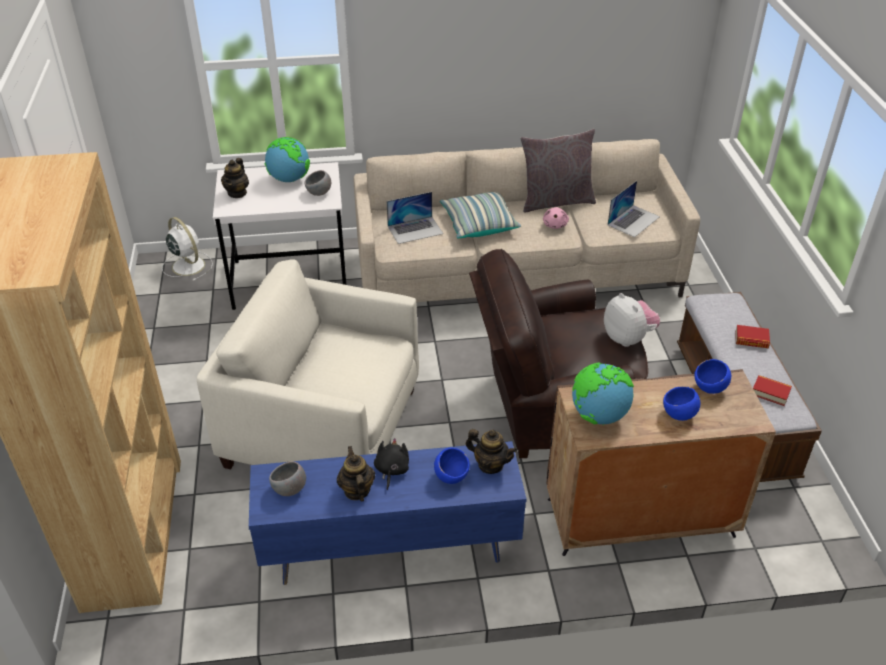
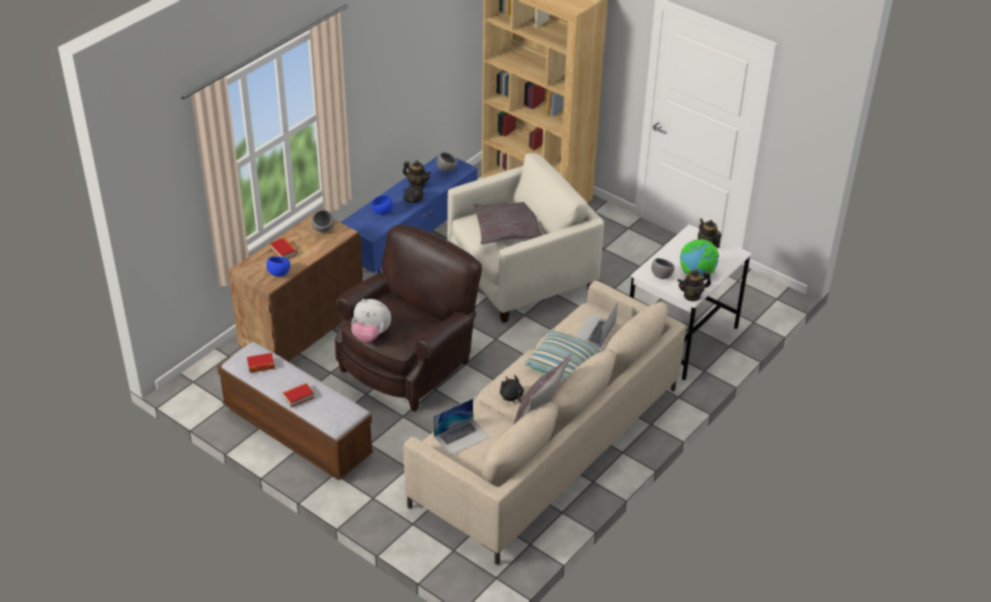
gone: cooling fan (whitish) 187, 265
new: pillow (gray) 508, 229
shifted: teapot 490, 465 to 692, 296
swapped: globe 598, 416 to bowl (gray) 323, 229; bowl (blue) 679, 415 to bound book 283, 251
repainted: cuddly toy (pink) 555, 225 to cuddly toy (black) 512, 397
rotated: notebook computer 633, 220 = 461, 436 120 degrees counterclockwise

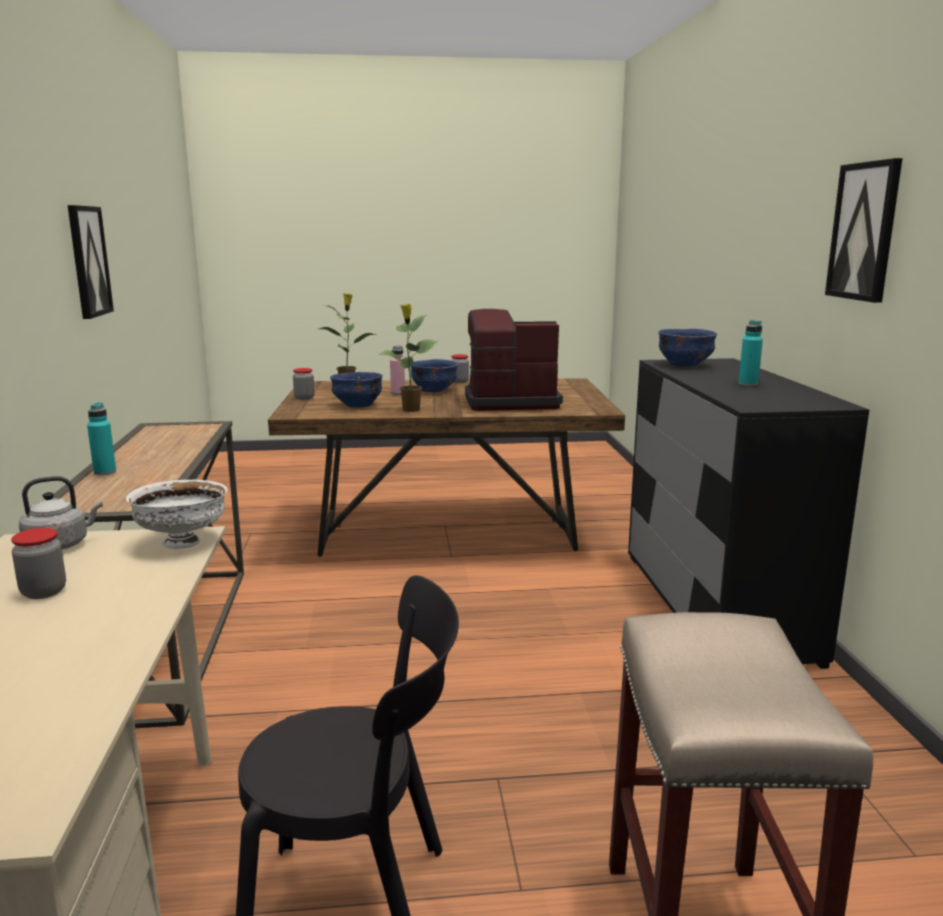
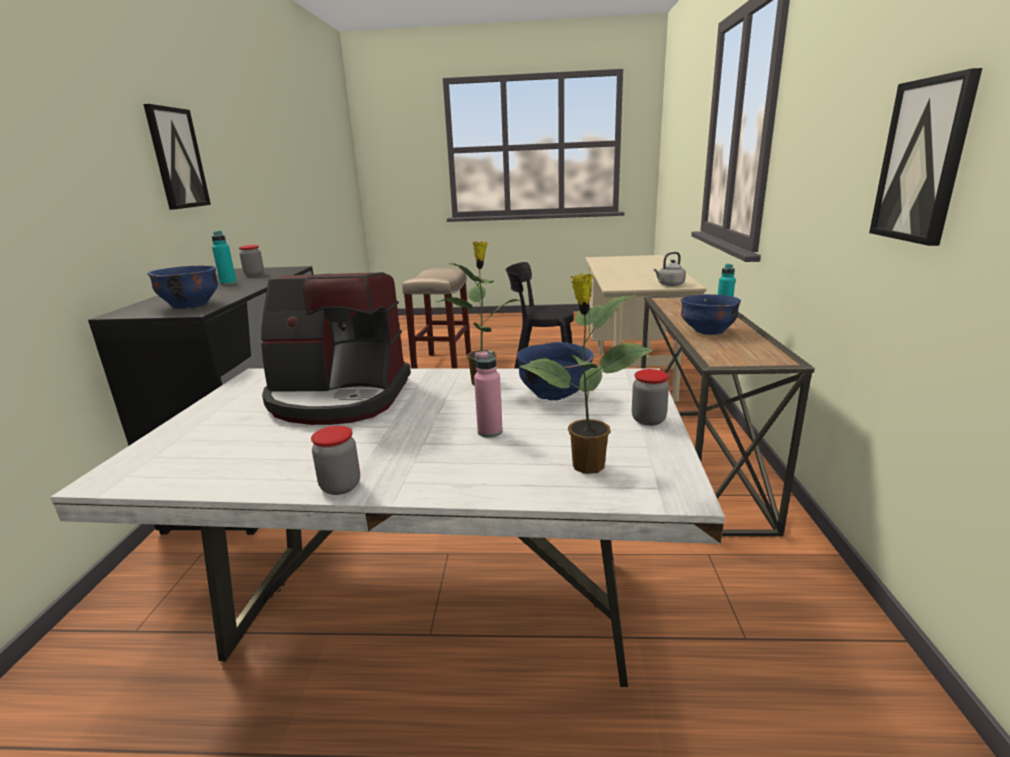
gone: bowl (whitish) 182, 542
shifted: storage jar 43, 592 to 254, 274; bowl (blue) 434, 390 to 707, 331
repainted: kitchen table (brown-coloured) 445, 534 to kitchen table (whitish) 437, 607

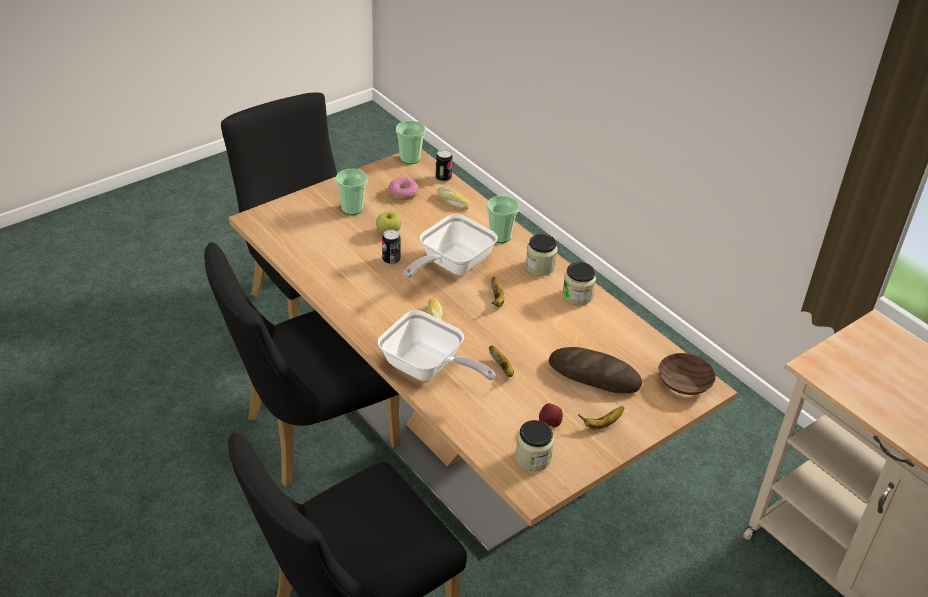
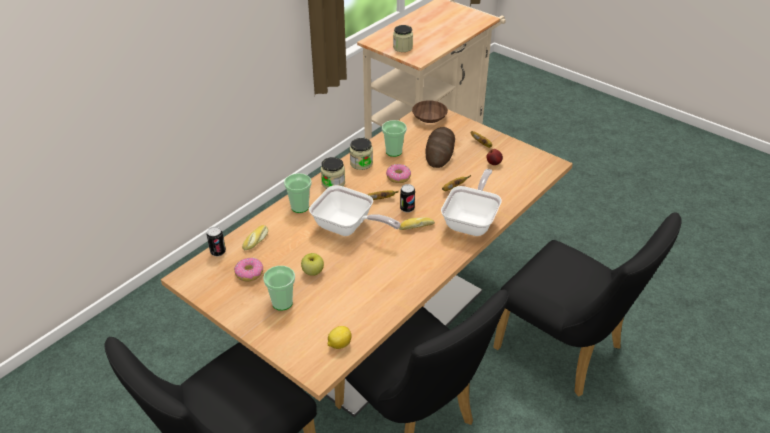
new: citrus fruit 339, 344; ring doughnut 398, 177
shifted: metal can 391, 260 to 407, 208; drinking cup 410, 158 to 394, 152; storage jar 533, 458 to 402, 47

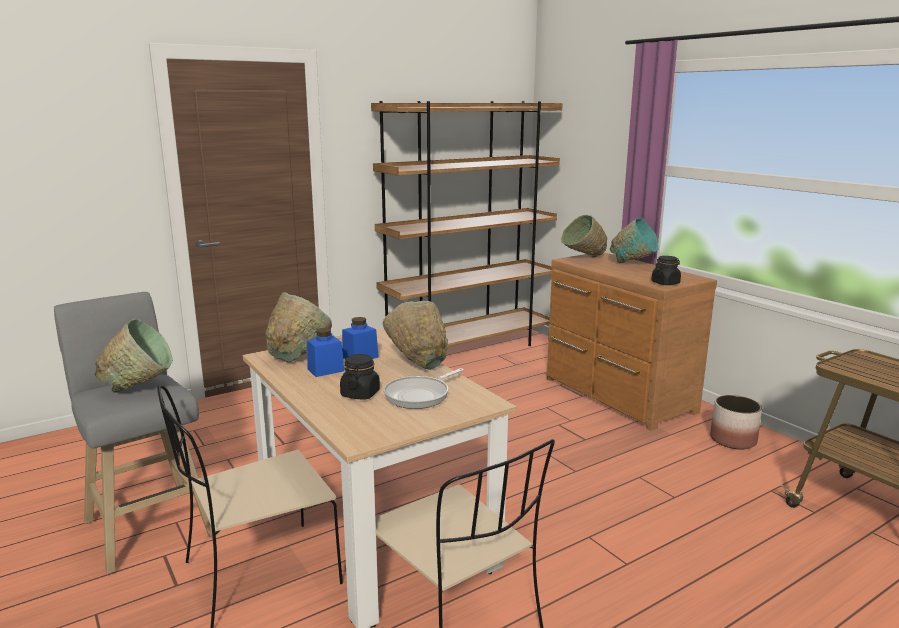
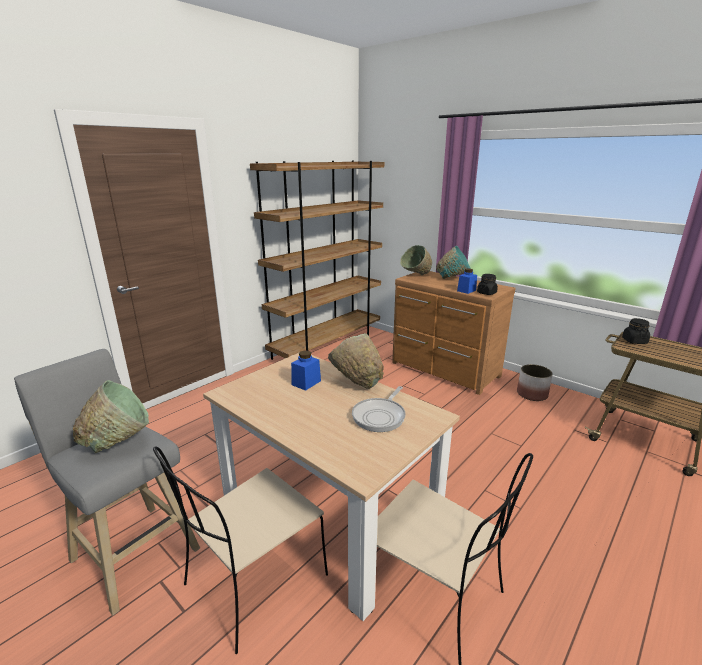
gone: bowl (green) 298, 356
shifted: storage jar (blue) 325, 370 to 466, 290; storage jar (black) 360, 394 to 634, 341

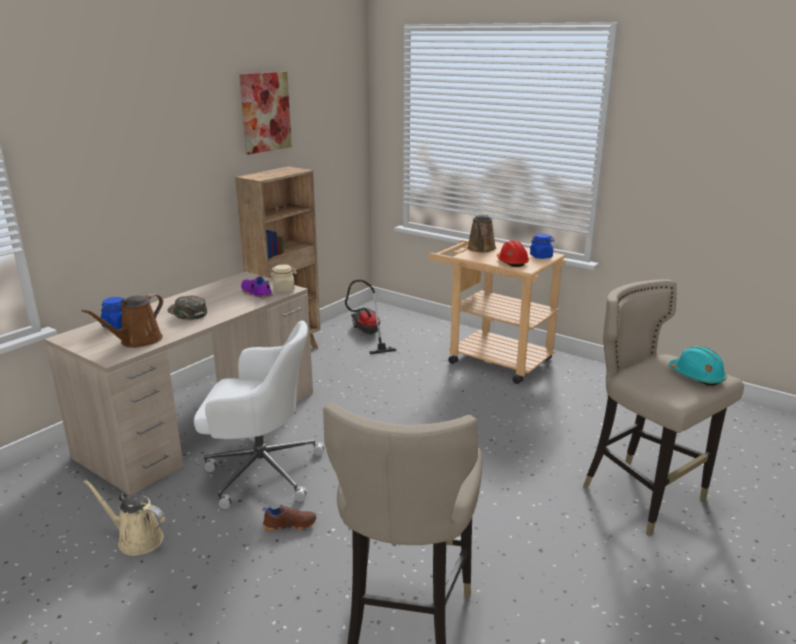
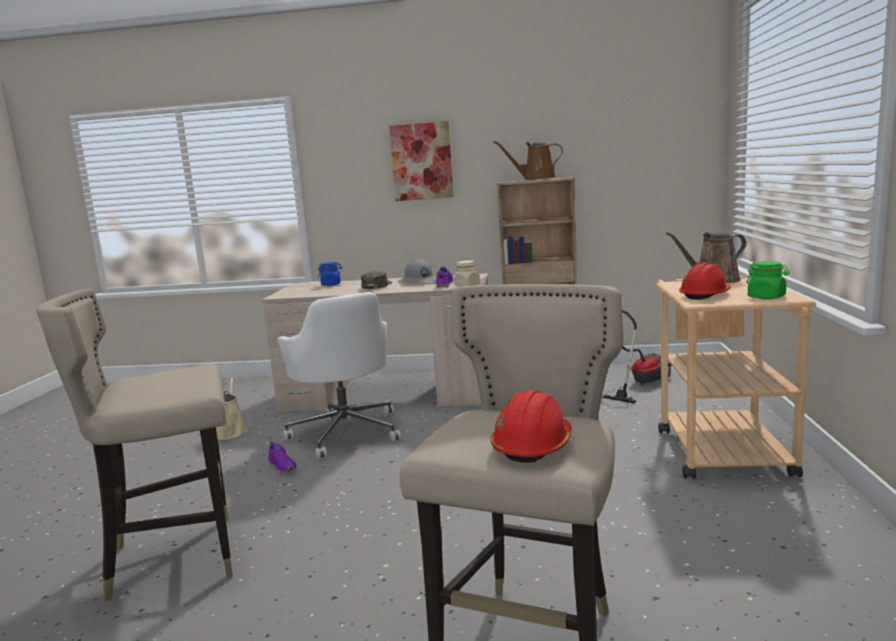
new: safety helmet (gray) 418, 281
shifted: sprinkling can (brown-coloured) 138, 341 to 536, 179; wall picture 265, 112 to 422, 161
repainted: item of footwear (brown-coloured) 290, 524 to item of footwear (purplish) 283, 467; storage jar (blue) 541, 256 to storage jar (green) 766, 297; safety helmet (turquoise-coloured) 696, 376 to safety helmet (red-coloured) 533, 446

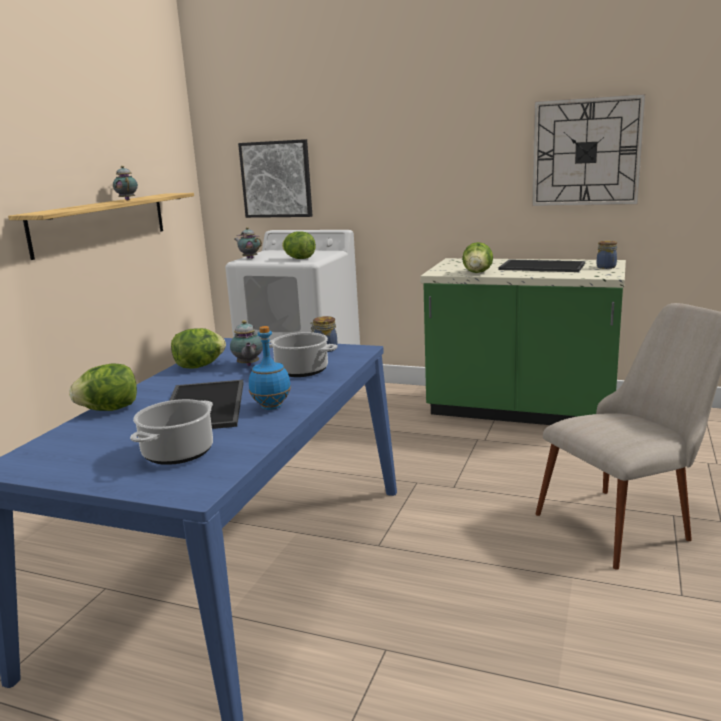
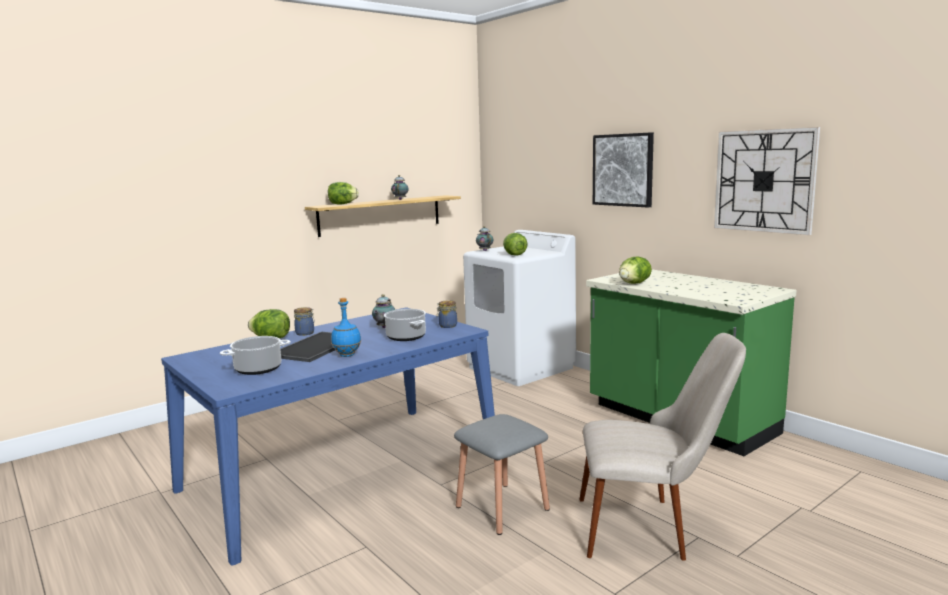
gone: serving tray 543, 266
new: stool seat (gray) 502, 508
shifted: lettuce head 199, 366 to 342, 204; wall picture 276, 179 to 623, 170; storage jar 606, 267 to 305, 333

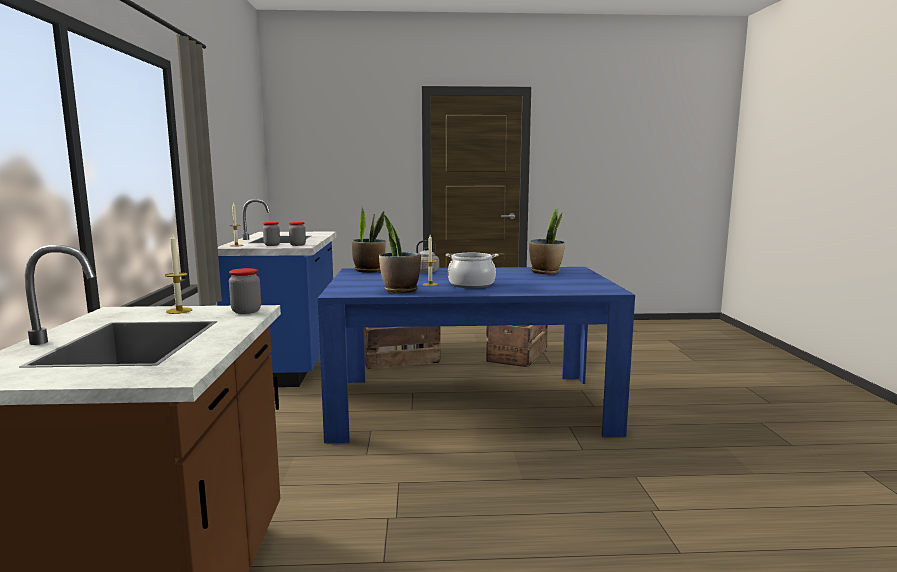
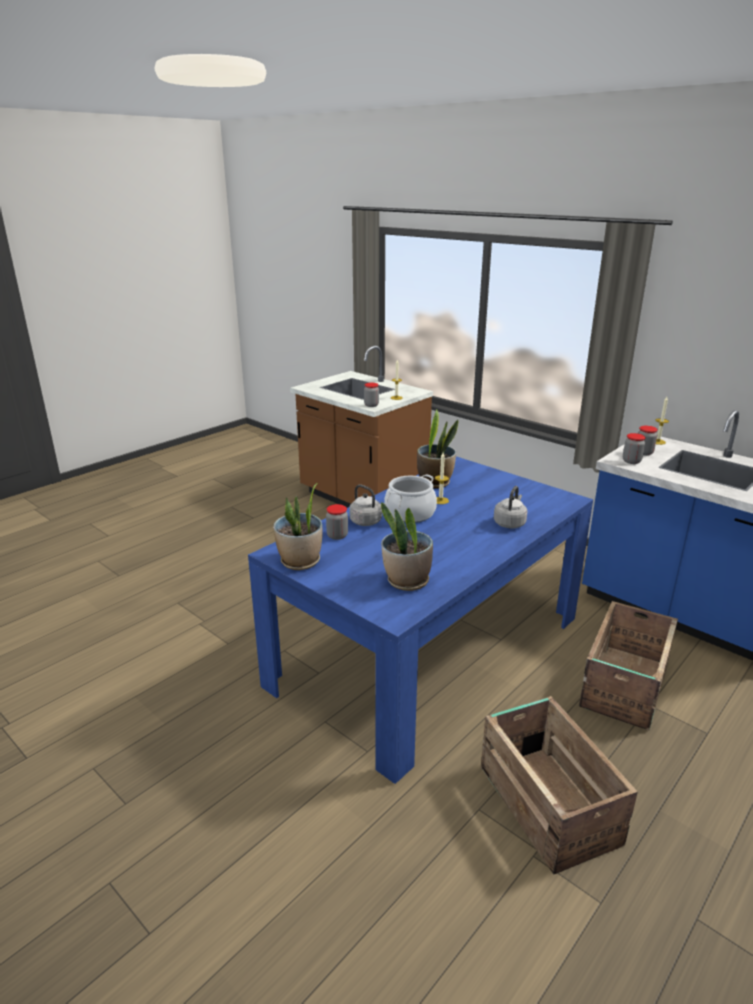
new: storage jar 337, 536; kettle (gray) 367, 522
shifted: plant in a pot 369, 270 to 300, 562

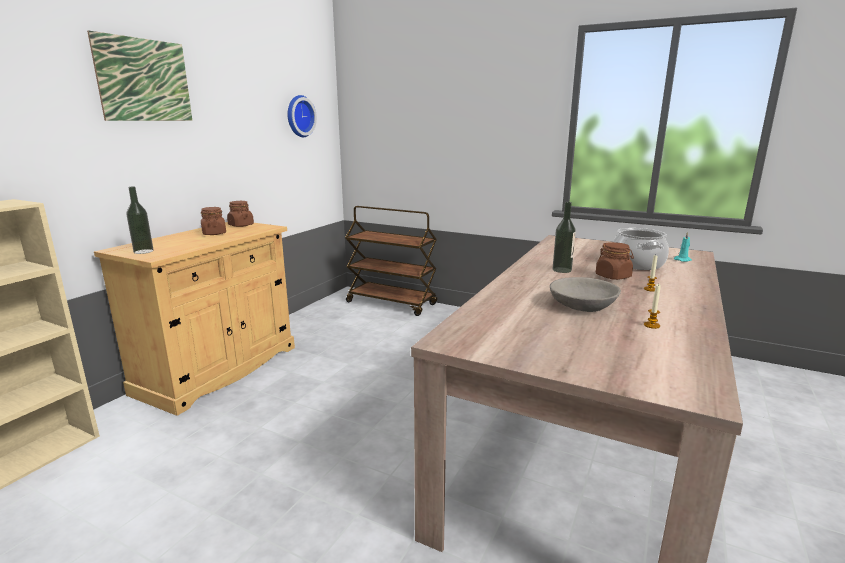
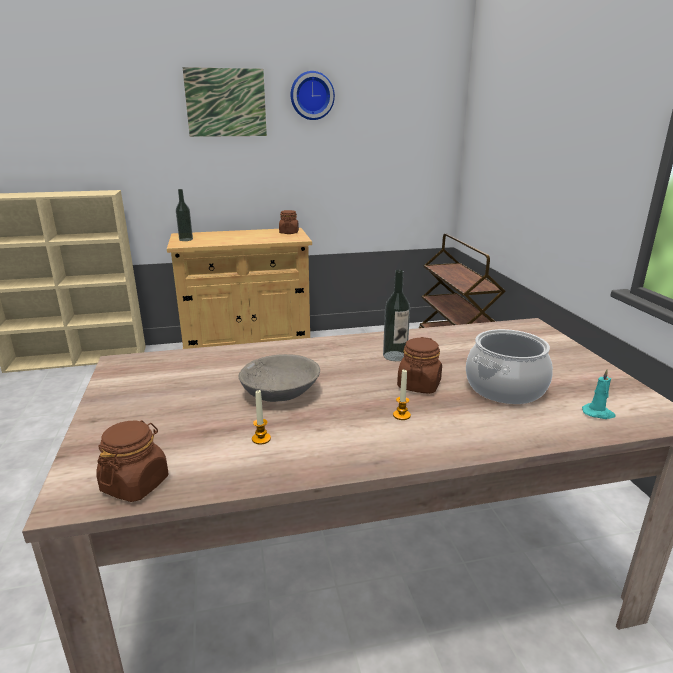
shifted: storage jar (brown-coloured) 214, 233 to 135, 484; wall clock 299, 116 to 312, 96

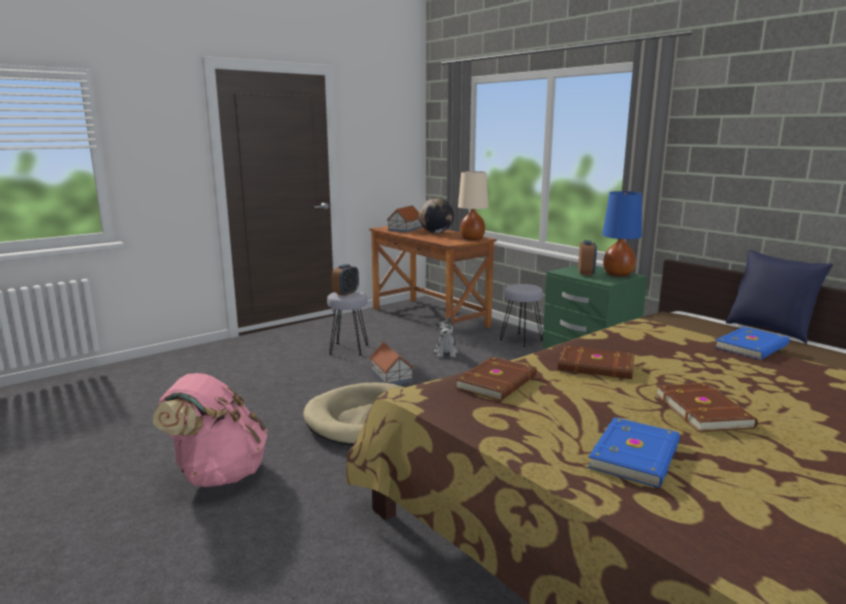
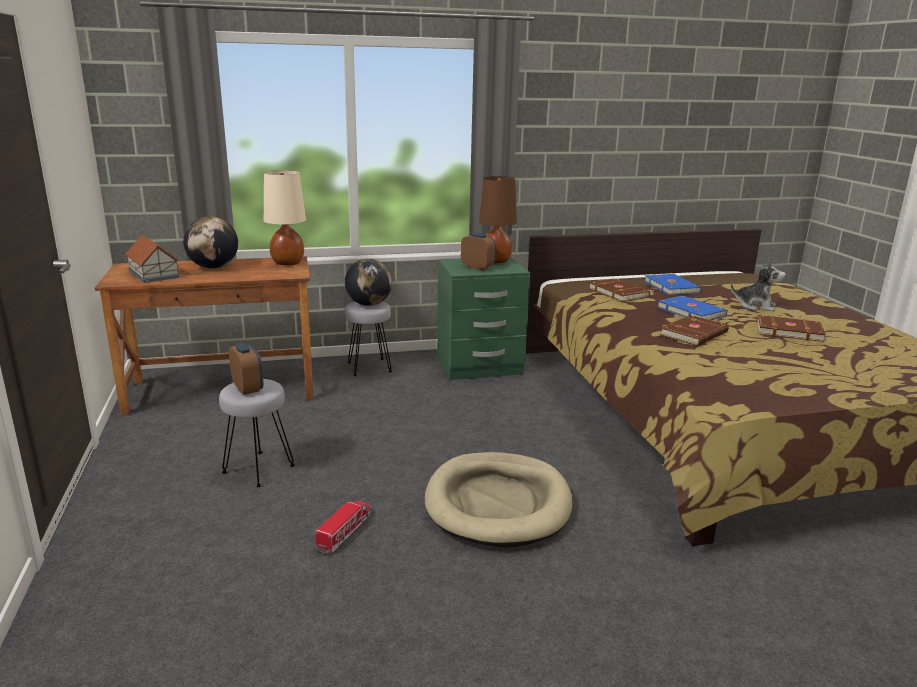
gone: rucksack (pink) 218, 474; miniature house 391, 375; pillow (blue) 769, 330
new: toy lorry 345, 531; globe 369, 304
shifted: cuddly toy 446, 352 to 755, 306; bound book (brown-coloured) 498, 382 to 619, 292; bound book (blue) 637, 455 to 691, 311
repainted: table lamp (blue) 618, 274 to table lamp (brown-coloured) 496, 261

